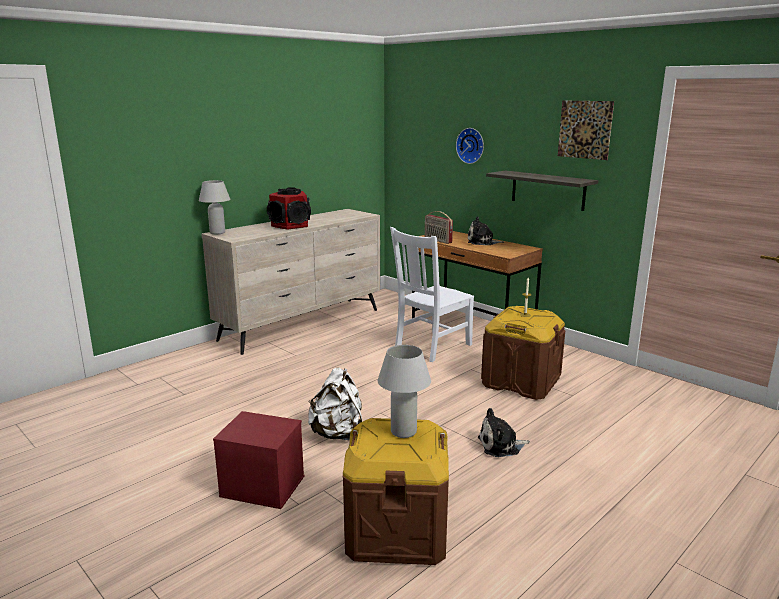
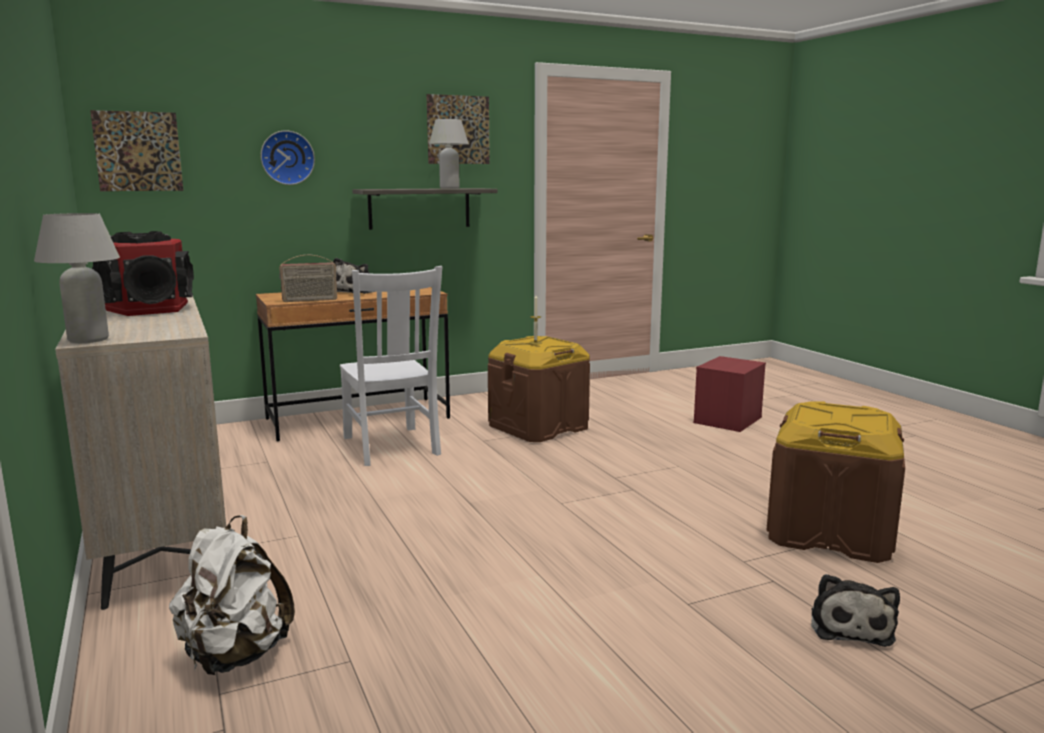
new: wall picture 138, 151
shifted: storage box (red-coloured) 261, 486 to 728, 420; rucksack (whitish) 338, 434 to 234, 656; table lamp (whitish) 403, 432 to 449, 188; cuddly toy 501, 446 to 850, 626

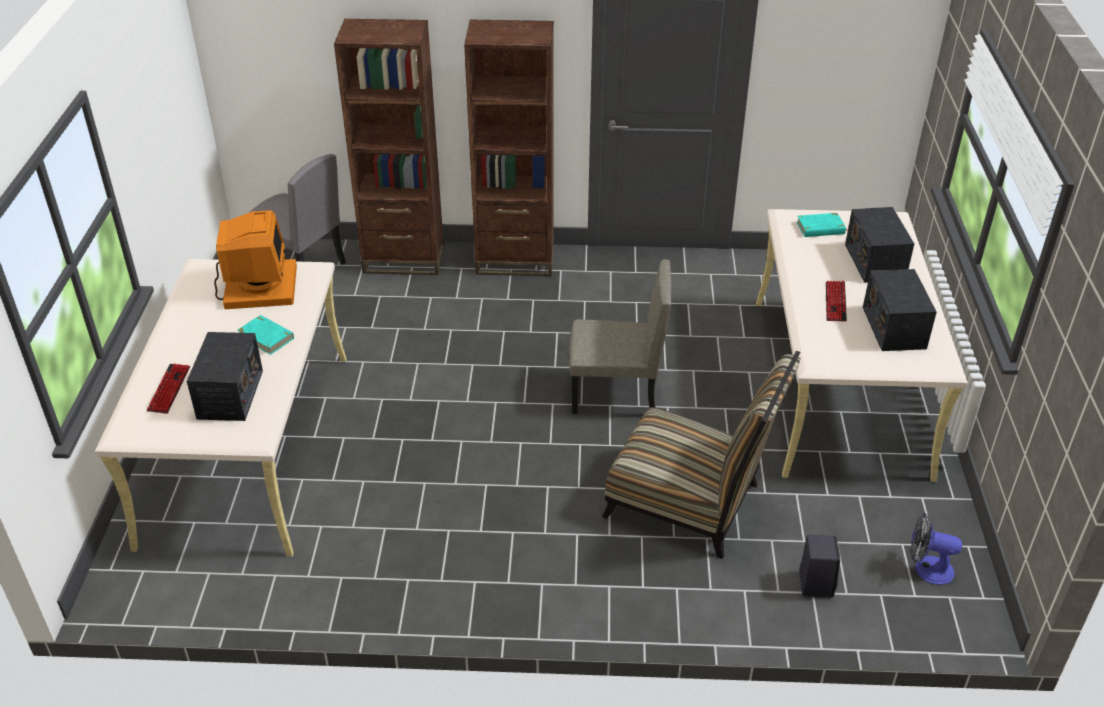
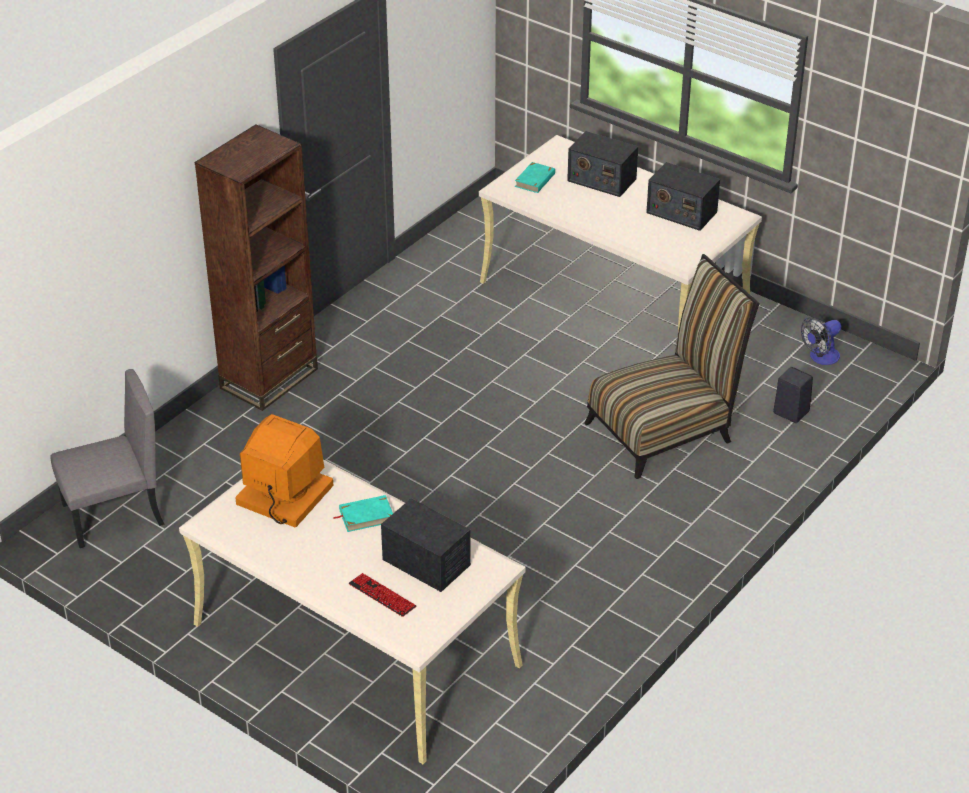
gone: shelving unit (brown-coloured) 403, 259; upright chair (beige-coloured) 615, 394; PC keyboard 835, 302

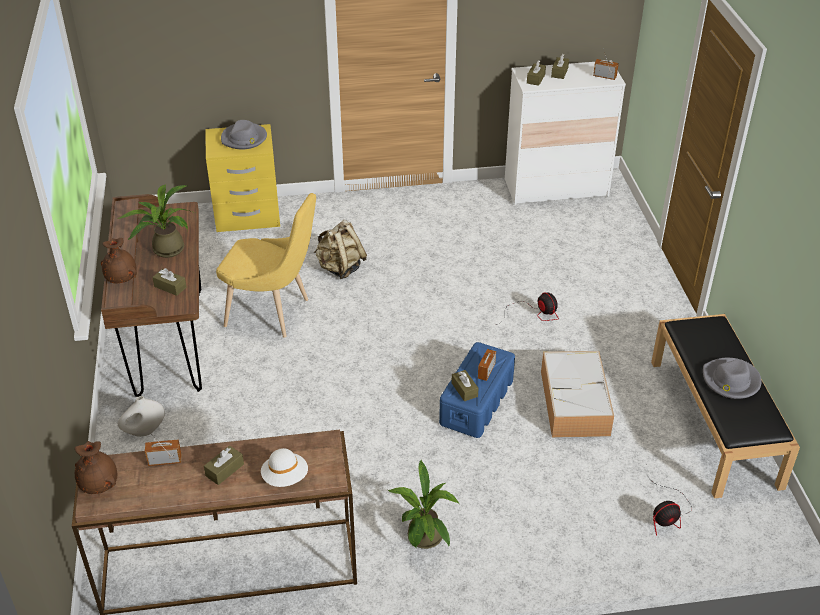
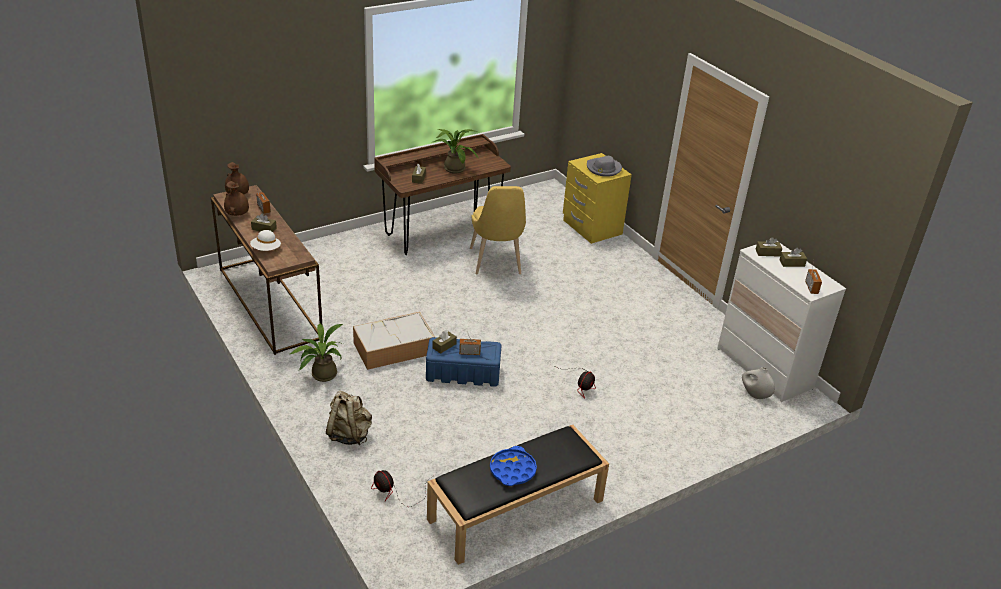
shifted: decorative vase (brown-coloured) 122, 279 to 237, 214; decorative vase (whitish) 144, 431 to 754, 394; rucksack (beige-coloured) 340, 268 to 349, 434; storage box 575, 404 to 393, 349
swapped: hat (gray) 731, 381 to serving tray (blue) 512, 470

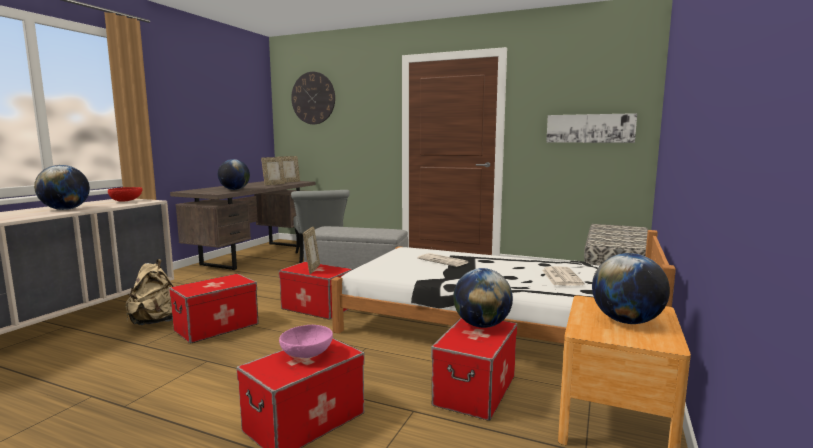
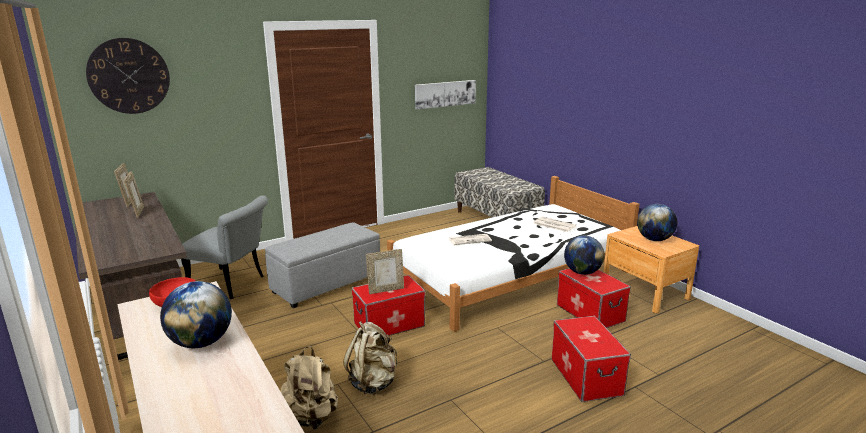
gone: globe 234, 189; bowl (pink) 307, 355
swapped: storage box 217, 327 to rucksack (beige-coloured) 373, 383
rotated: photo frame 312, 269 = 386, 290 120 degrees clockwise

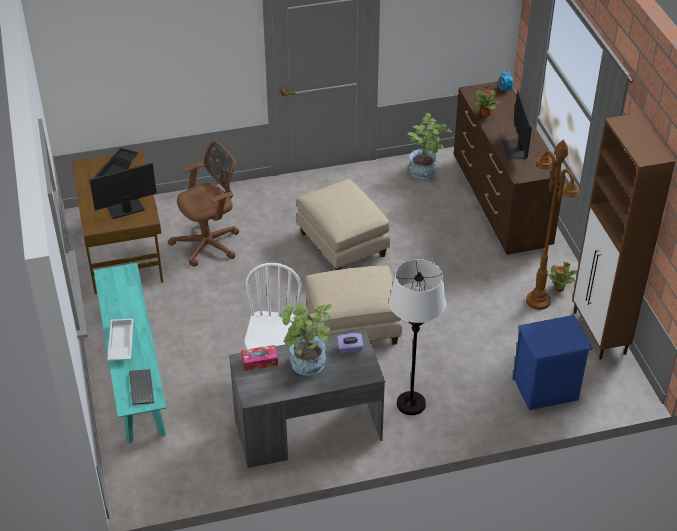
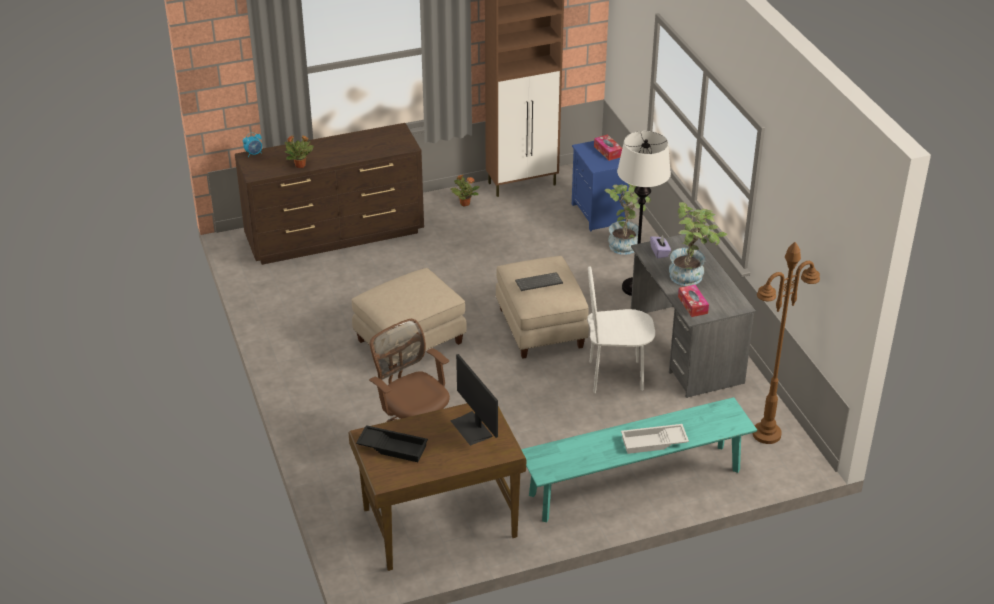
gone: computer display 515, 149
new: tissue box 607, 151
shifted: PC keyboard 140, 387 to 538, 283; plant in a pot 425, 172 to 626, 243; standard lamp (brown-coloured) 538, 301 to 767, 434

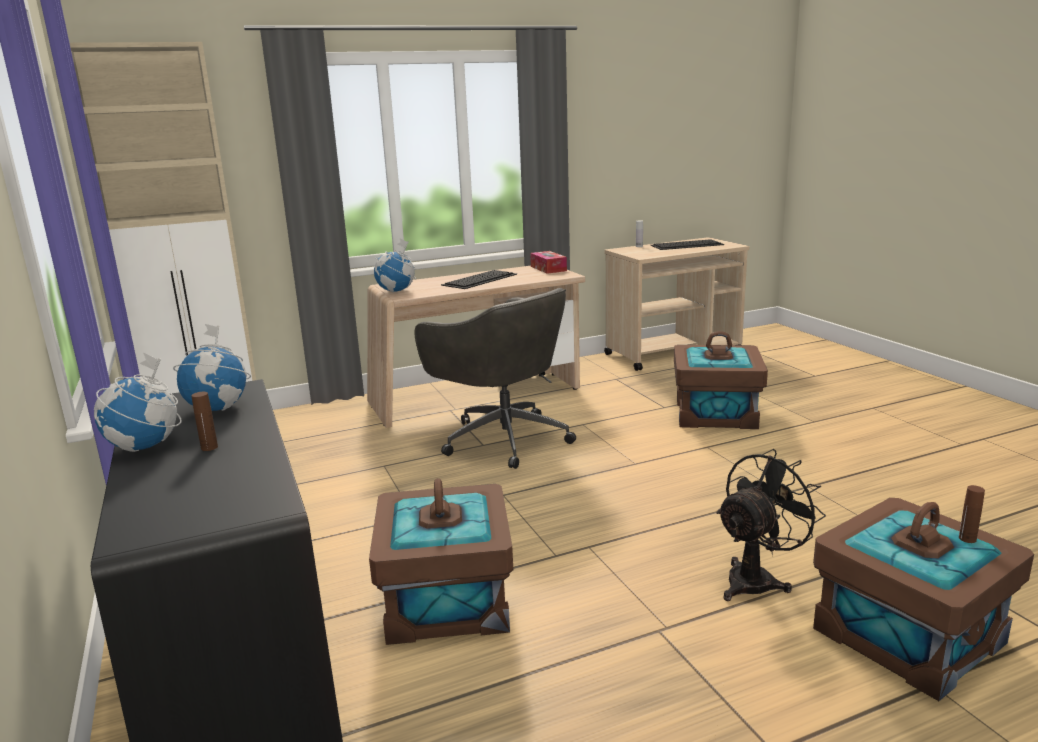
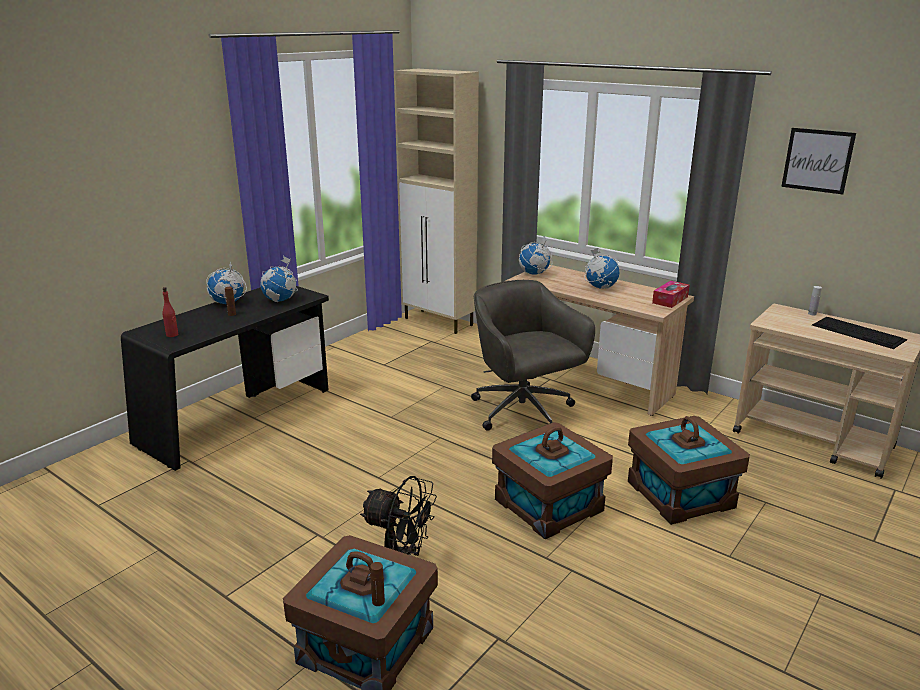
new: drink bottle (red-coloured) 172, 335; wall picture 817, 160
shifted: storage box (brown-coloured) 448, 601 to 549, 505
swapped: PC keyboard 480, 279 to globe 600, 287
rotated: computer chair (gray) 503, 438 = 524, 412 135 degrees clockwise

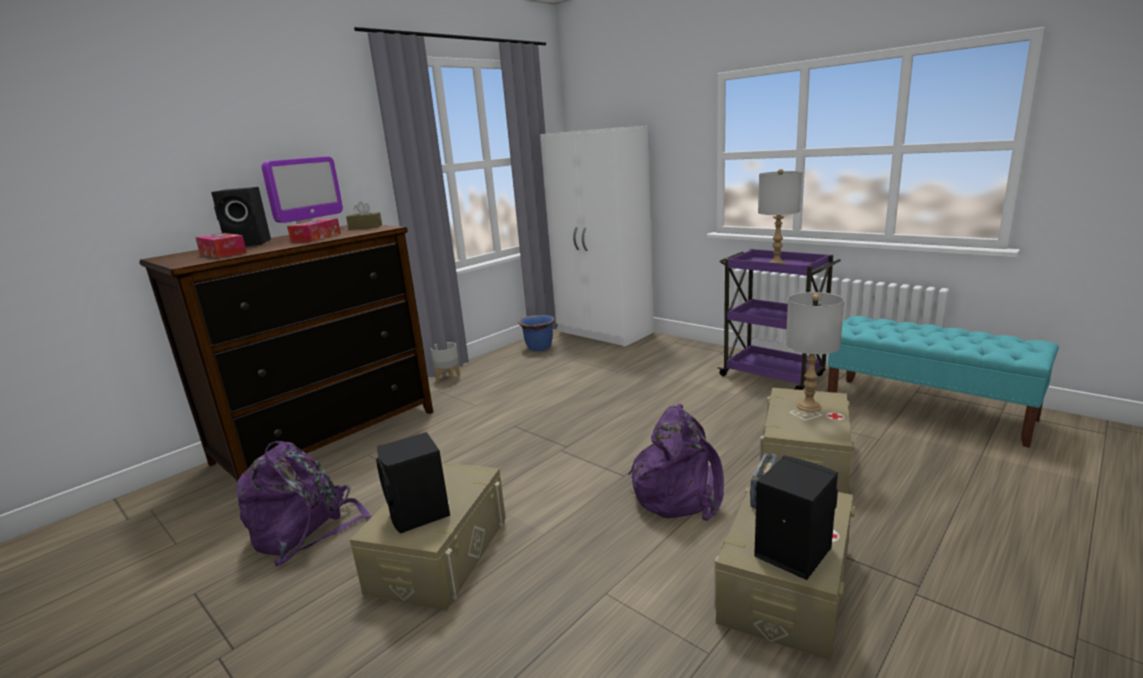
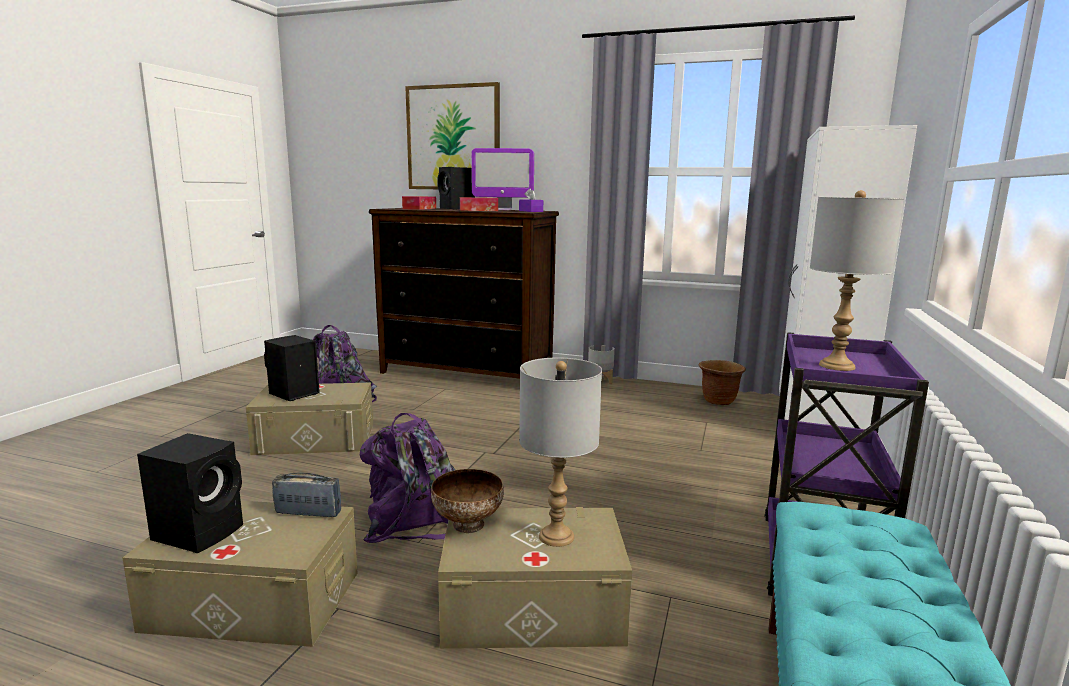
new: wall picture 453, 138; bowl 467, 524
repainted: tissue box (brown-coloured) 365, 227 to tissue box (purplish) 530, 211; planter (blue) 539, 348 to planter (brown-coloured) 718, 400

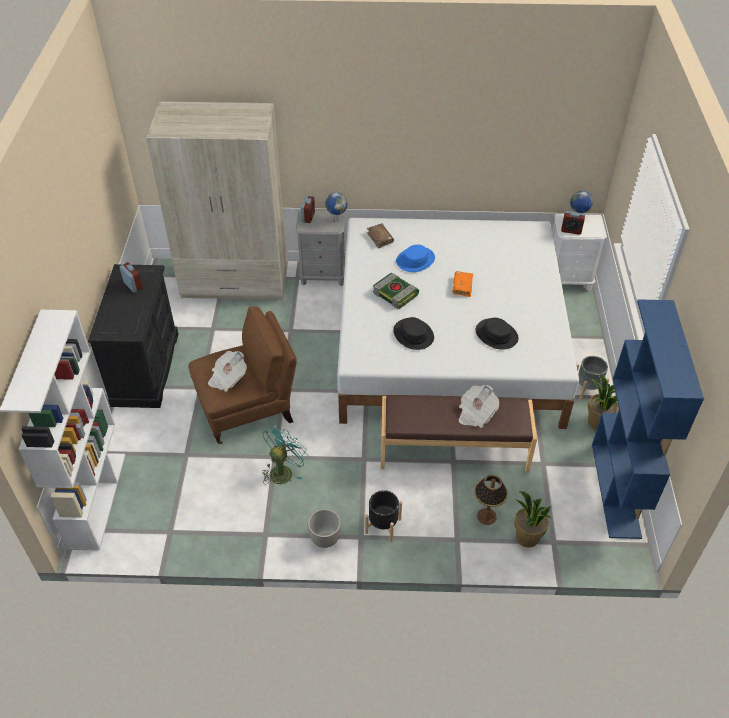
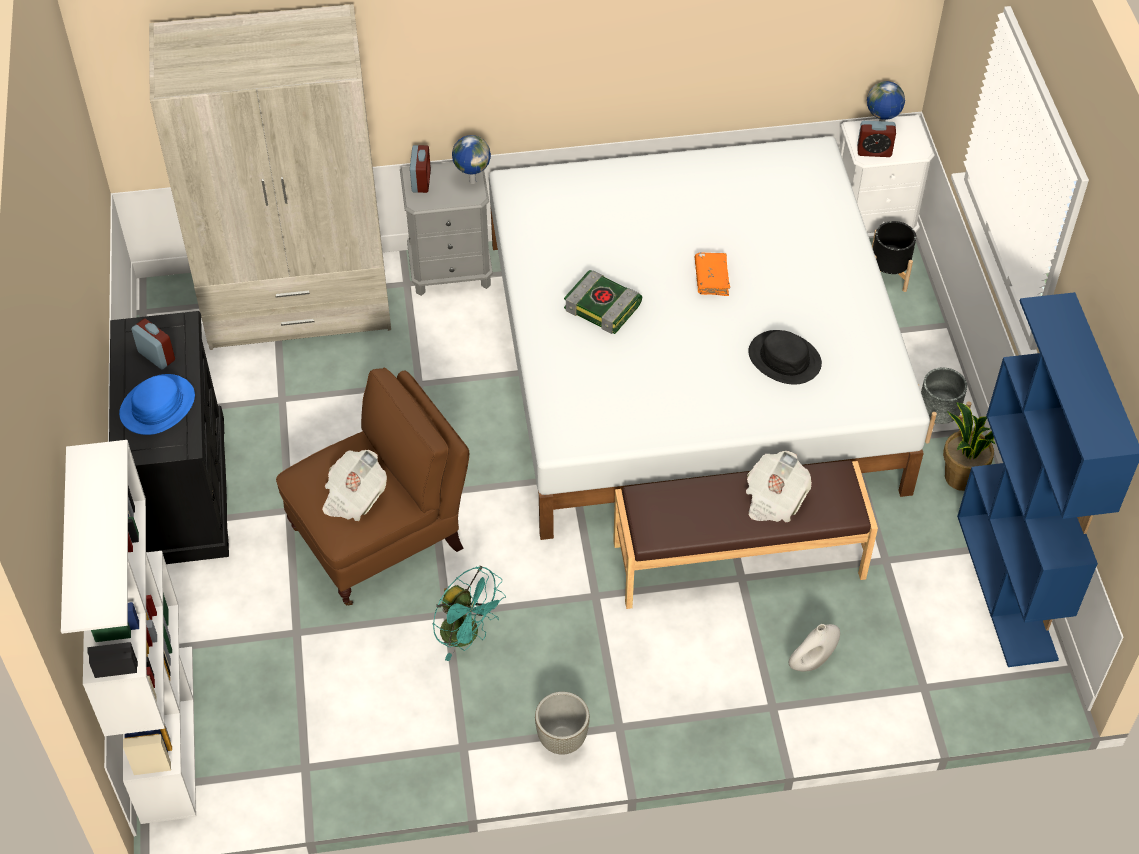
gone: bound book (brown-coloured) 380, 238; hat (black) 413, 334; plant in a pot 526, 538
shifted: planter (black) 383, 526 to 888, 275; hat (blue) 415, 260 to 158, 406
swapped: table lamp 486, 516 to decorative vase (whitish) 811, 662
rotated: cooling fan (turquoise-coloured) 283, 470 = 467, 635 105 degrees clockwise

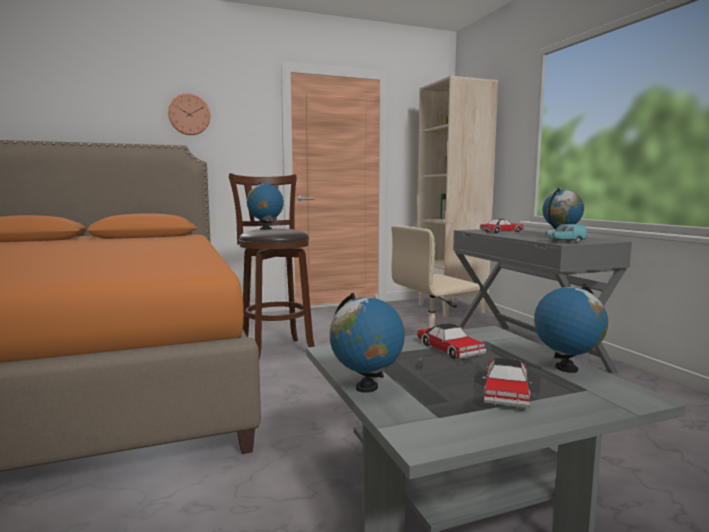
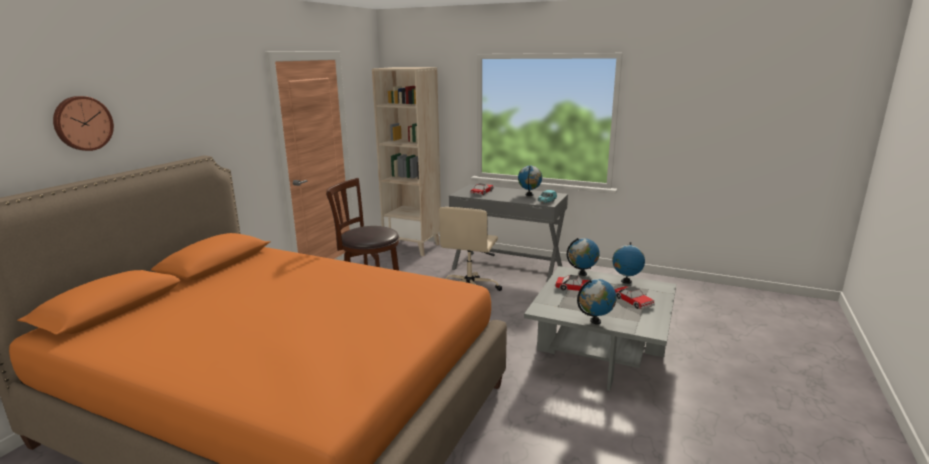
shifted: wall clock 189, 115 to 82, 123; globe 265, 229 to 582, 274

